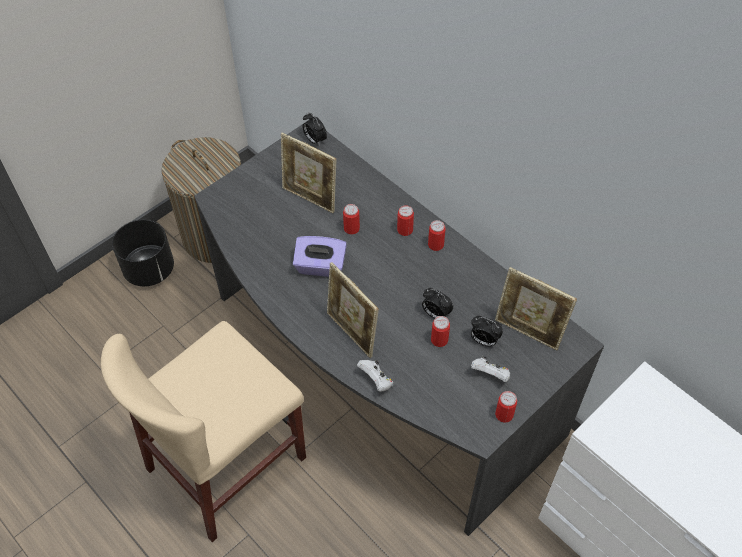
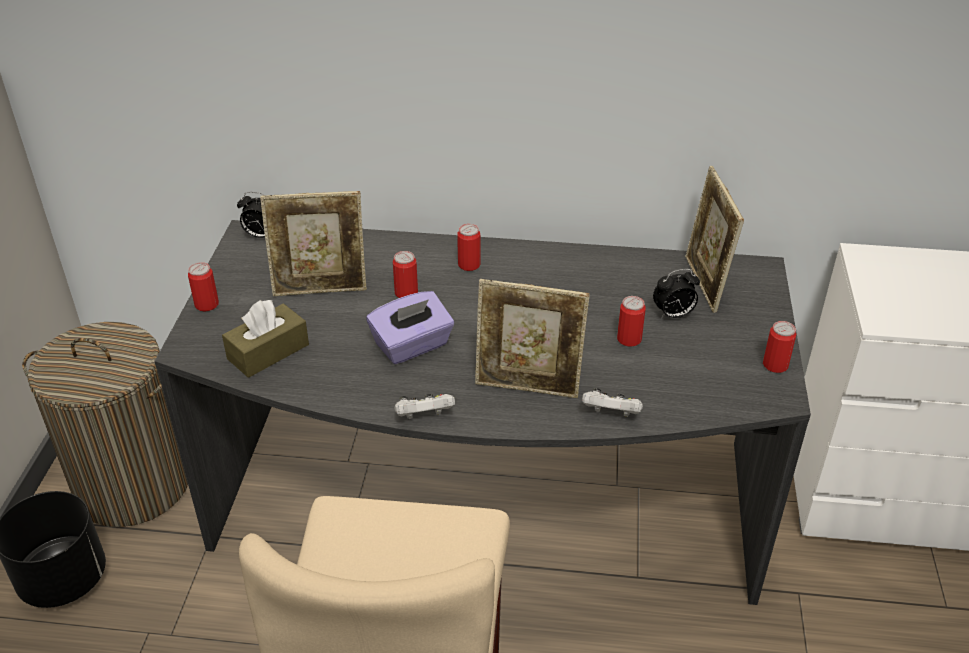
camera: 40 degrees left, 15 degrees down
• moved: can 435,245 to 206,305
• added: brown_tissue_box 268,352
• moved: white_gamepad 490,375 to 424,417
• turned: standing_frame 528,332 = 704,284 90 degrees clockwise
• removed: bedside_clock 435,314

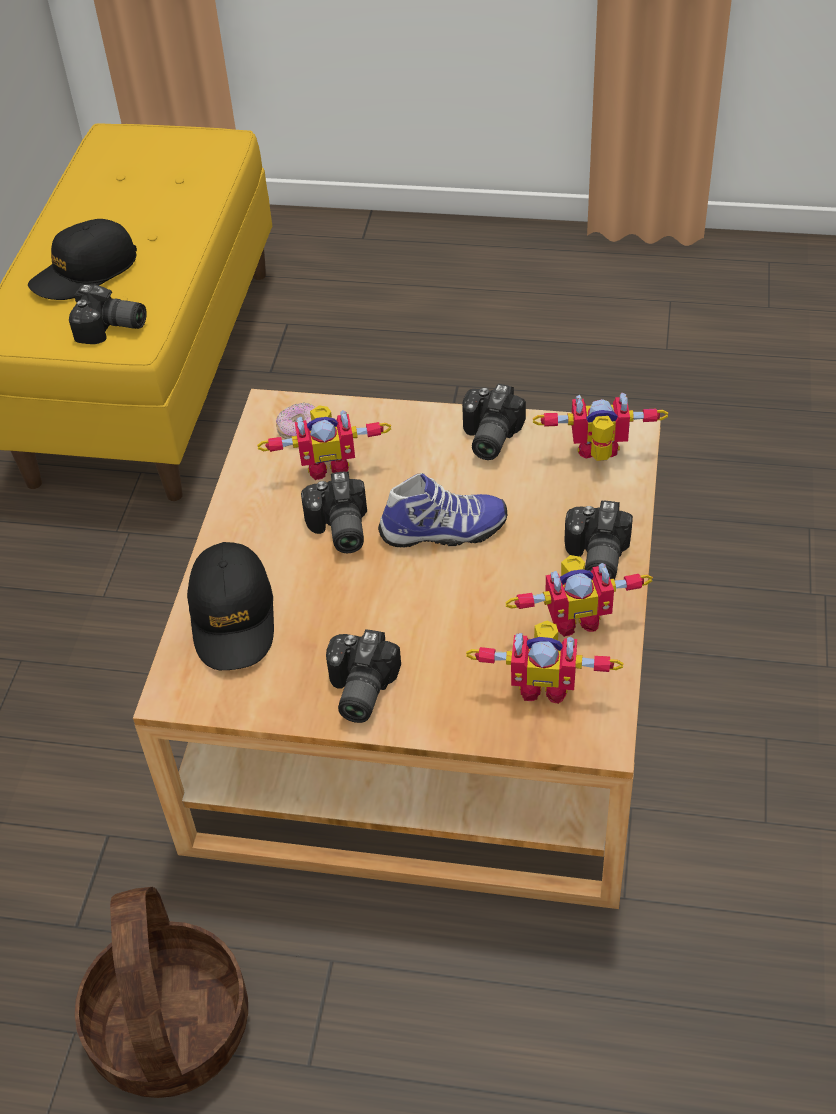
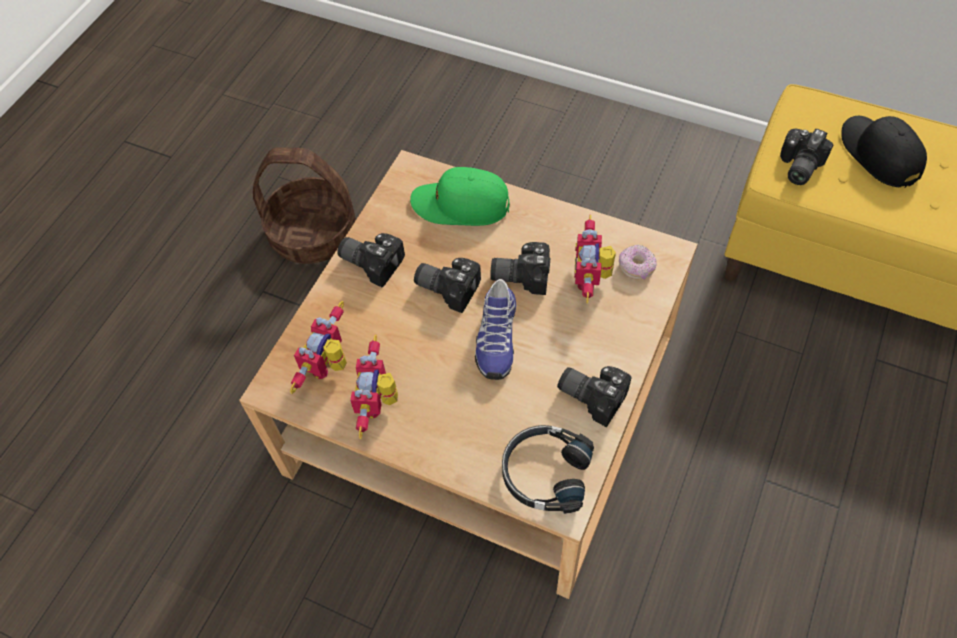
camera: 105 degrees right, 10 degrees up
• recoloured: blackish_peaked_cap 233,617 to greenish_peaked_cap 461,205
• moved: photo_camera 594,558 to 448,286
• replaced: toy_robot 599,456 to blackish_headphones 544,472

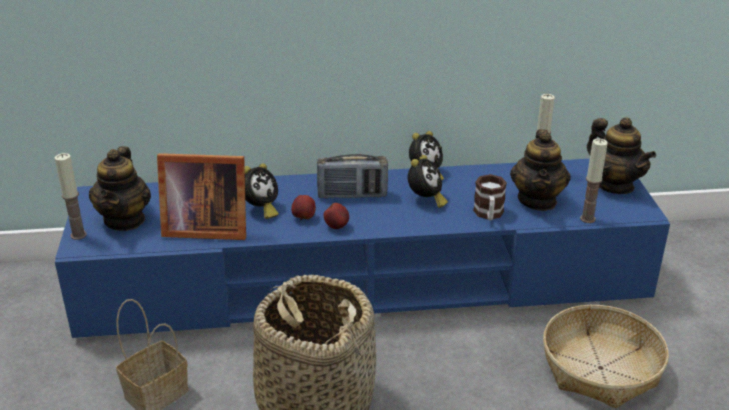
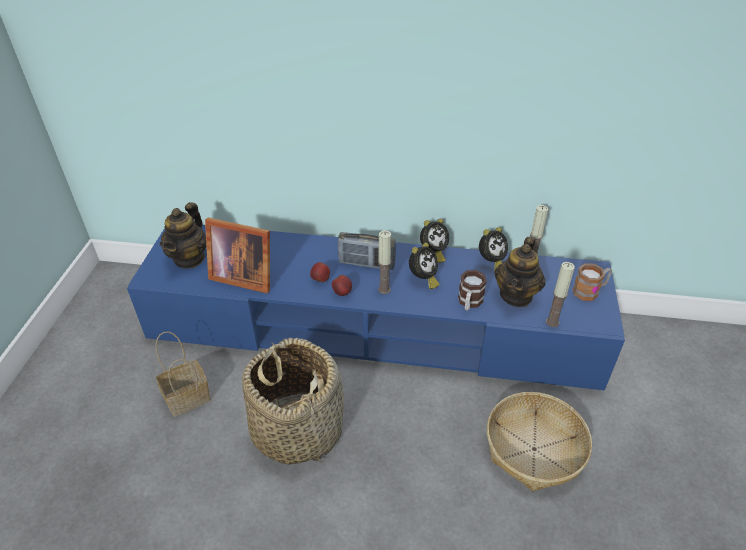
camera: 15 degrees right, 10 degrees up
• moved: wax_light 78,235 to 384,289
• moved: bedside_clock 261,209 to 491,262
• replaced: pot_for_tea 614,185 to tea_mug 590,291

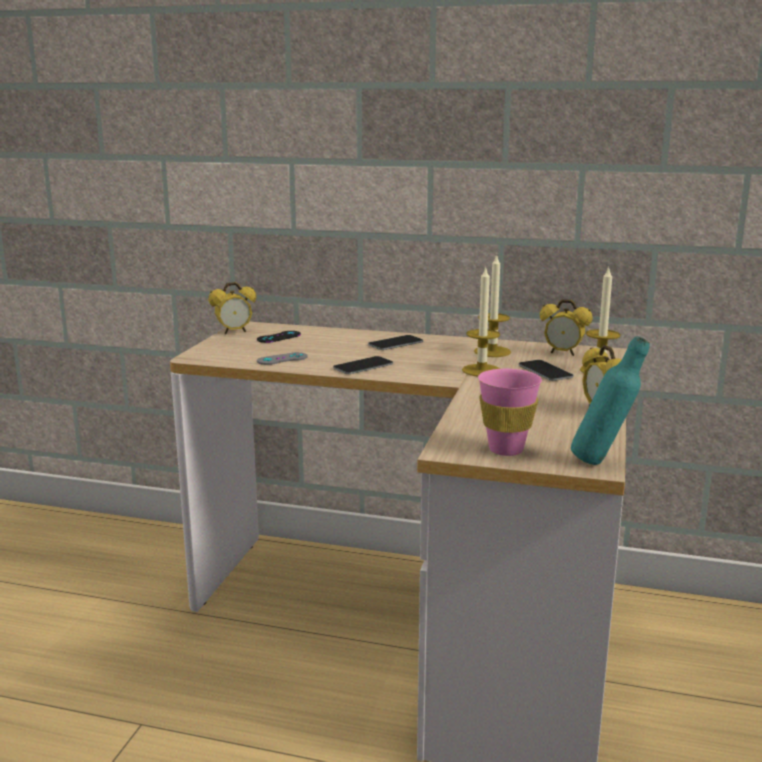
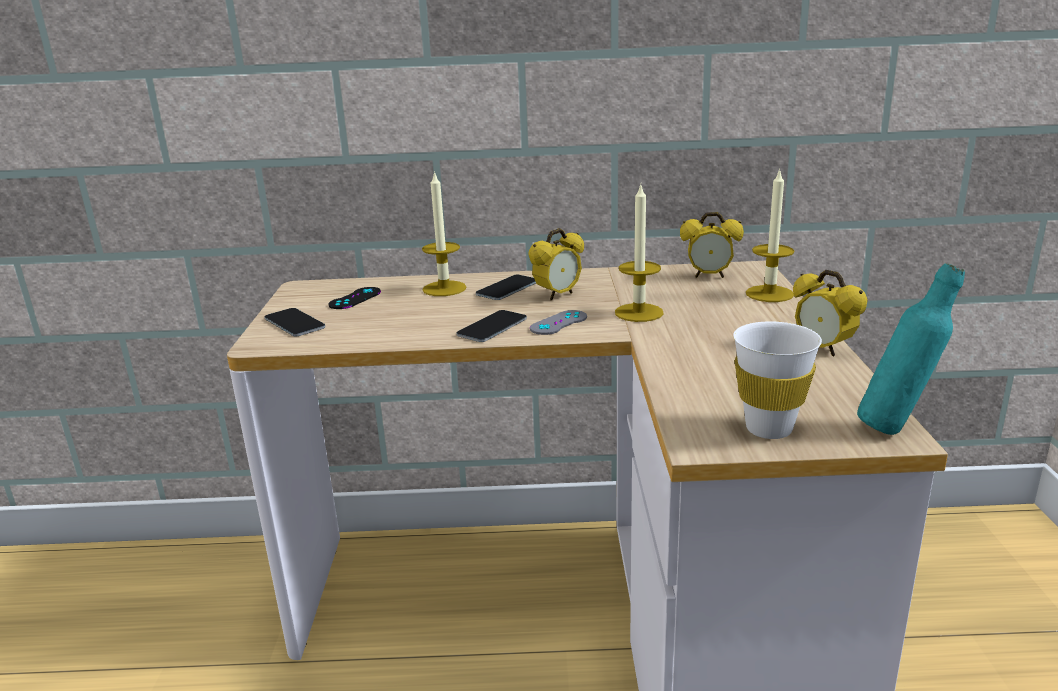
camera: 15 degrees left, 5 degrees up
• moved: handset 545,371 to 294,323
• moved: wax_light 492,351 to 444,288
• moved: bedside_clock 234,332 to 558,295
• moved: greyish_gamepad 282,359 to 559,323
• recoloured: pinkish_drinking_cup 506,449 to white_drinking_cup 769,429

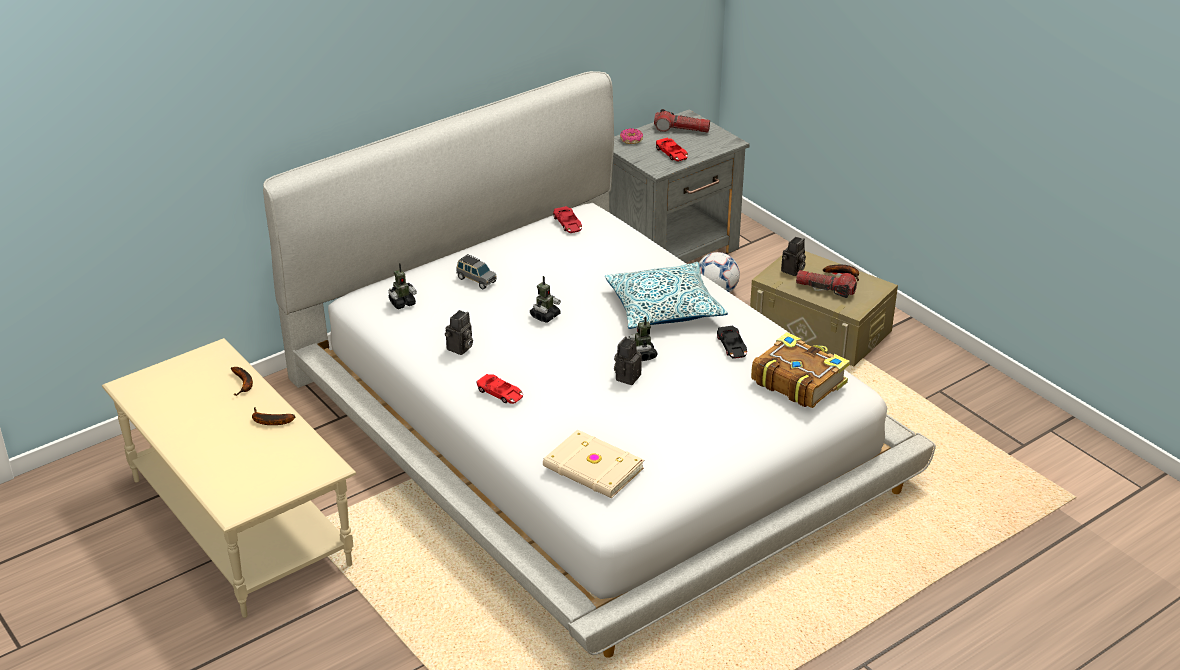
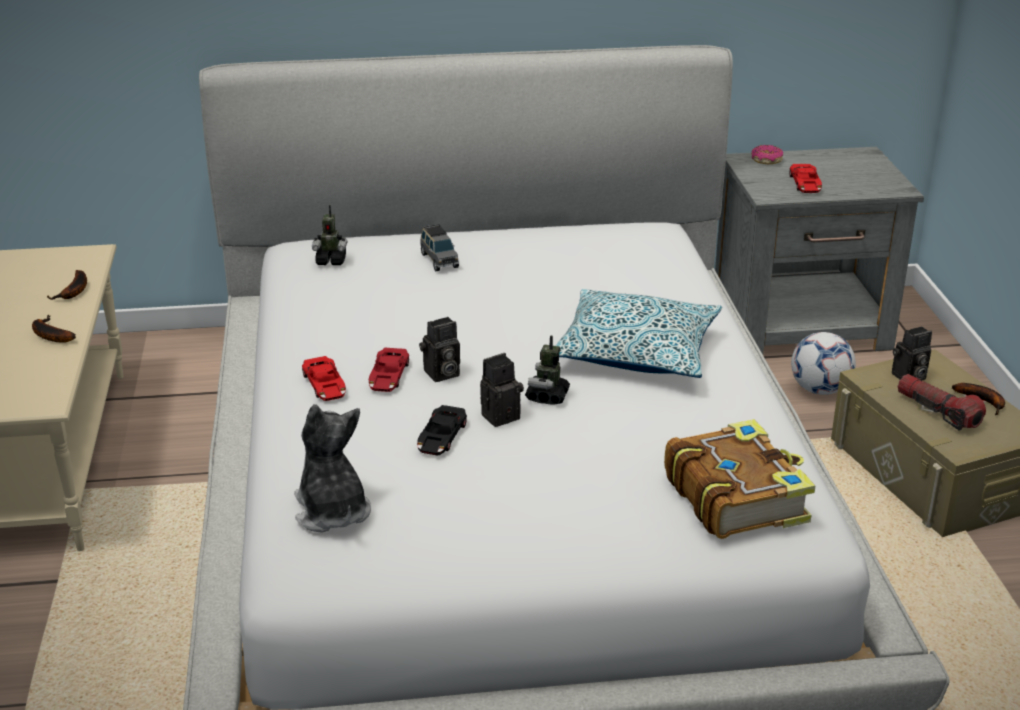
camera: 30 degrees right, 5 degrees down
• replaced: beige_book 593,469 to soft_toy 332,511
• moved: red-coloured_model_car 568,224 to 388,376
• moved: blackish_model_car 732,346 to 441,437
• moved: photo_camera 460,349 to 441,374
• removed: toy_robot 545,316
• removed: torch 681,129

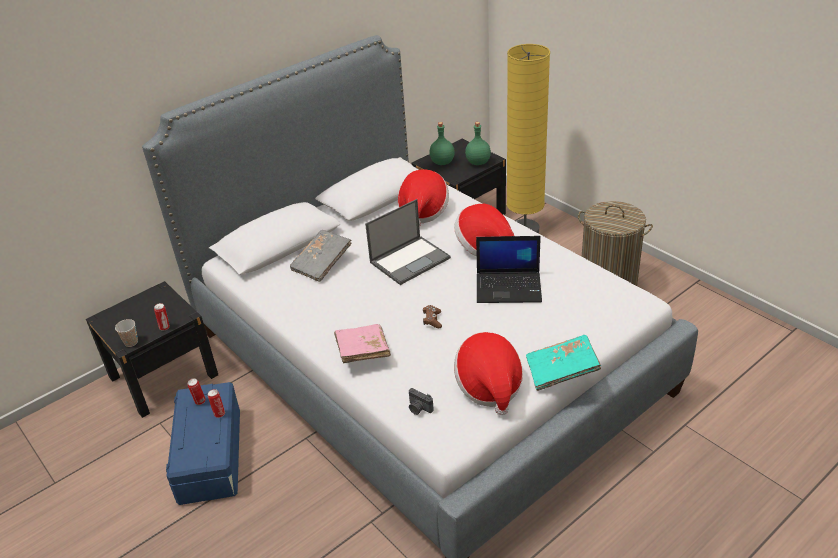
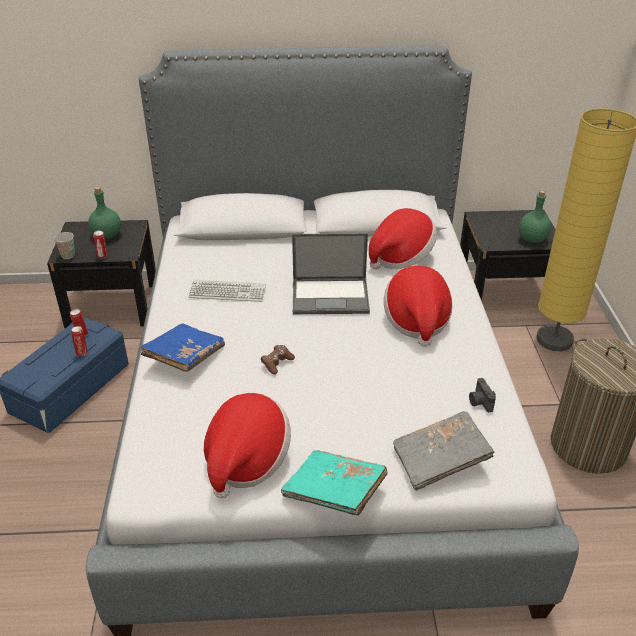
camera: 35 degrees right, 0 degrees up
• moved: greenish_drink_bottle 442,162 to 107,235
• recoloured: pinkish_book 362,352 to blue-coloured_book 184,357
• added: keyboard 227,292
• moved: greyish_book 322,263 to 440,460
• moved: photo_camera 419,408 to 479,402
• removed: notebook_computer 509,287

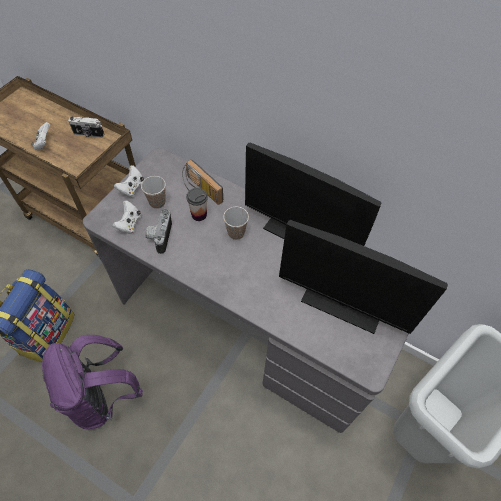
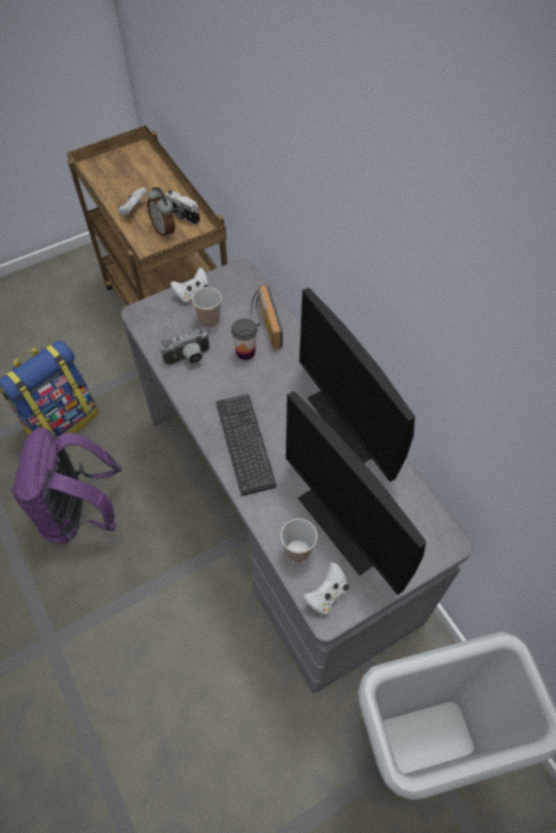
camera: 30 degrees right, 0 degrees up
• added: bedside_clock 165,230
• turned: photo_camera 159,236 = 189,358 150 degrees counterclockwise
• added: keyboard 245,443
• moved: drinking_cup 236,233 to 298,551
• moved: white_gamepad 129,224 to 326,595

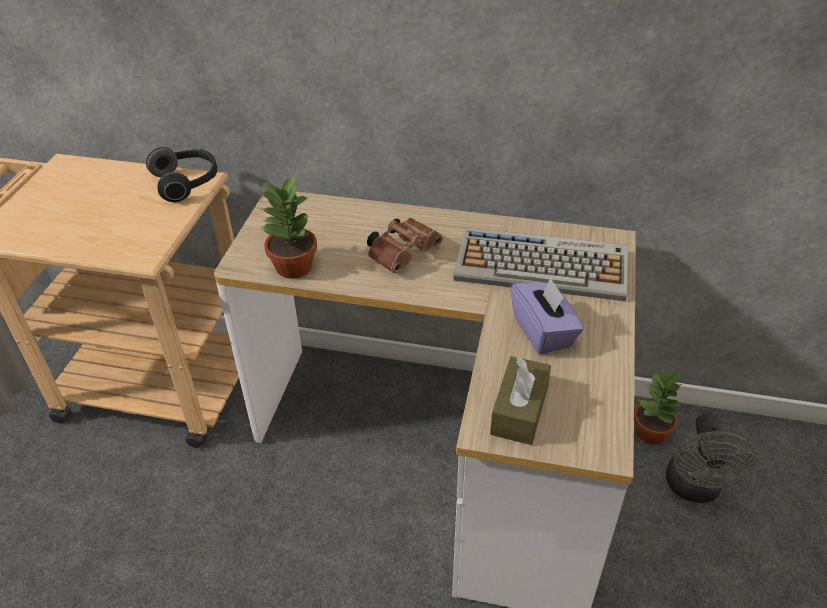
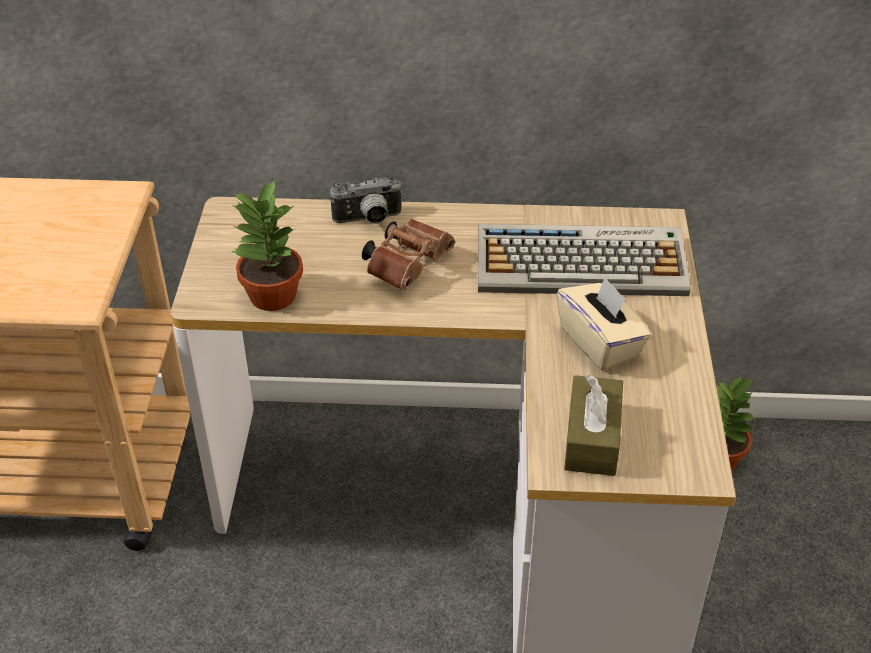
camera: 10 degrees left, 0 degrees up
• added: photo_camera 368,220
• recoloured: purple_tissue_box 543,331 to beige_tissue_box 600,343
• removed: headphones 187,183
• removed: greyish_cooling_fan 694,489

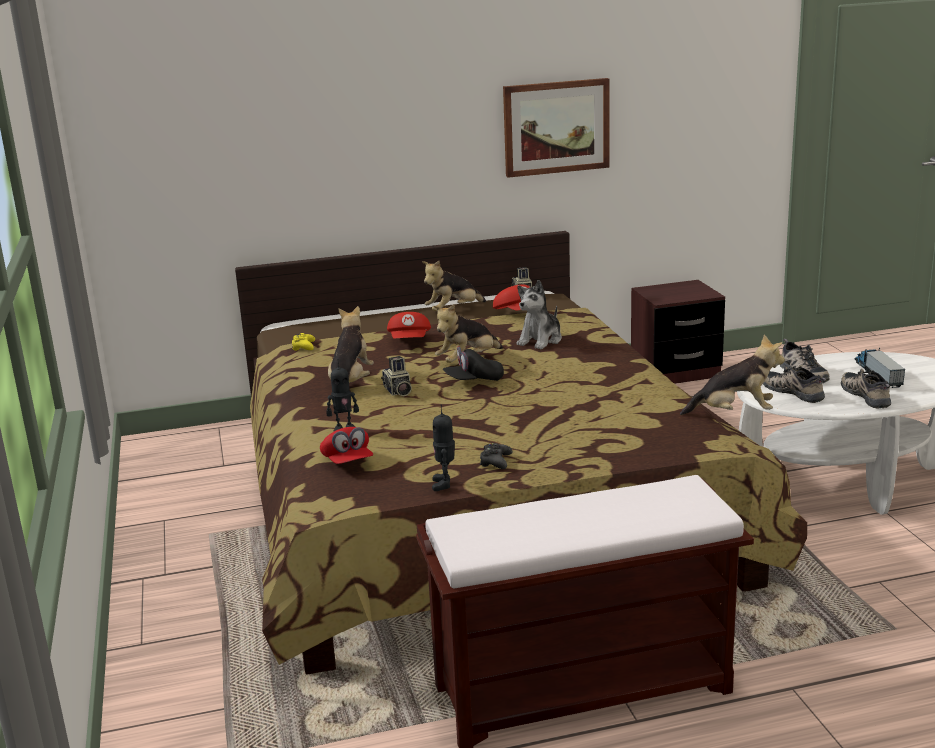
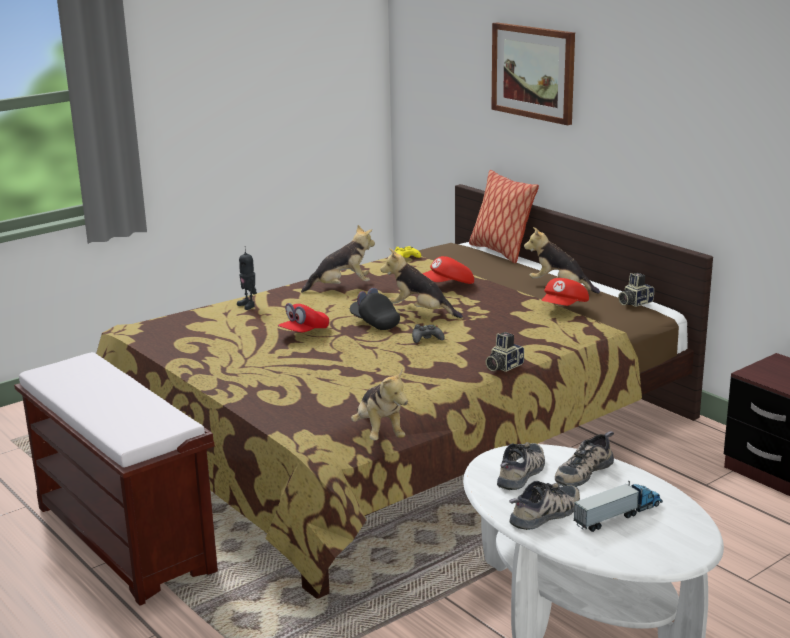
camera: 65 degrees right, 0 degrees up
• moved: red-coloured_peaked_cap 347,462 to 304,332
• moved: blackish_gamepad 495,461 to 426,338
• added: pillow 500,252
• moved: photo_camera 397,391 to 503,366
• moved: wall_art 556,127 to 533,72
• removed: toy_robot 444,484
• removed: soft_toy 540,340

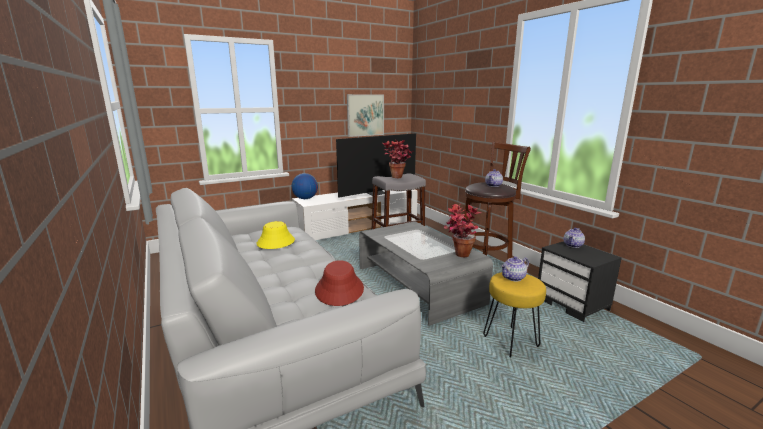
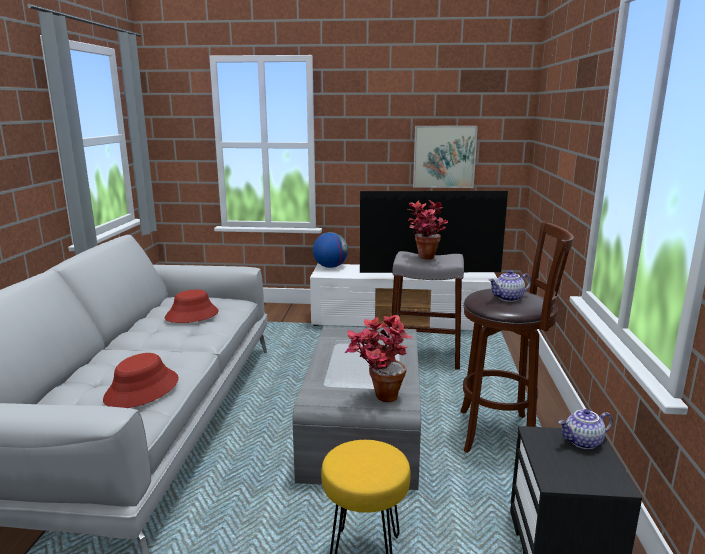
camera: 35 degrees right, 0 degrees up
• recoloured: yellow-coloured_hat 275,242 to red-coloured_hat 192,315
• removed: pot_for_tea 513,278

